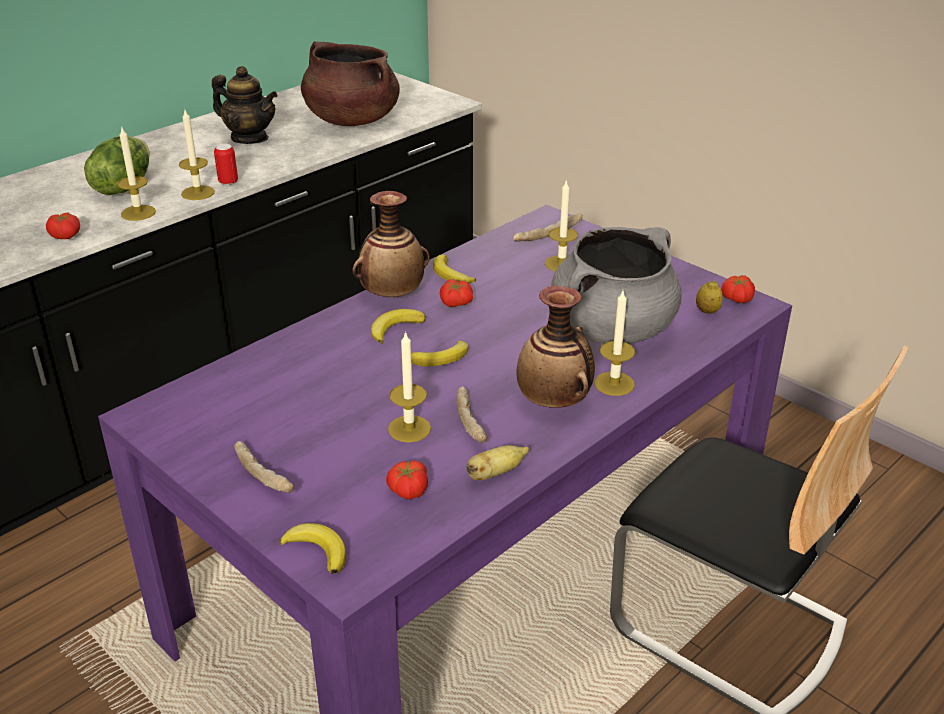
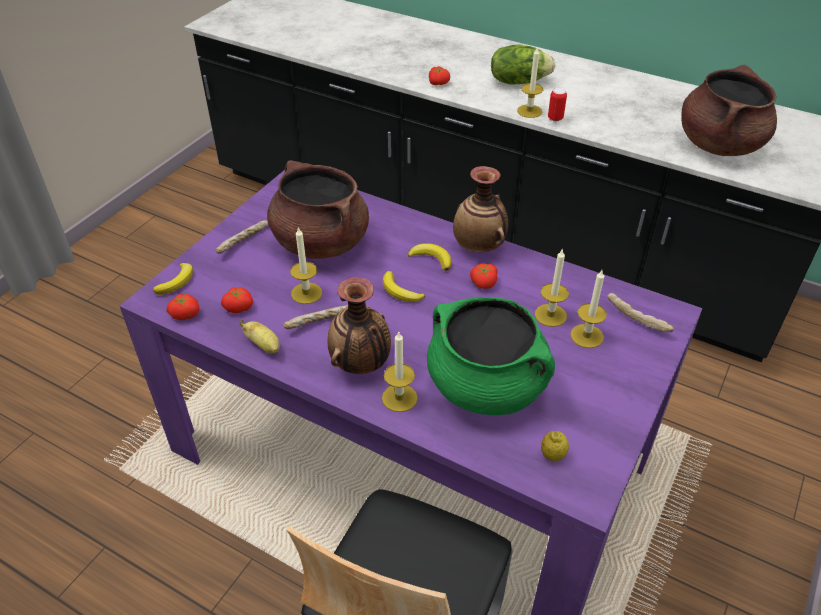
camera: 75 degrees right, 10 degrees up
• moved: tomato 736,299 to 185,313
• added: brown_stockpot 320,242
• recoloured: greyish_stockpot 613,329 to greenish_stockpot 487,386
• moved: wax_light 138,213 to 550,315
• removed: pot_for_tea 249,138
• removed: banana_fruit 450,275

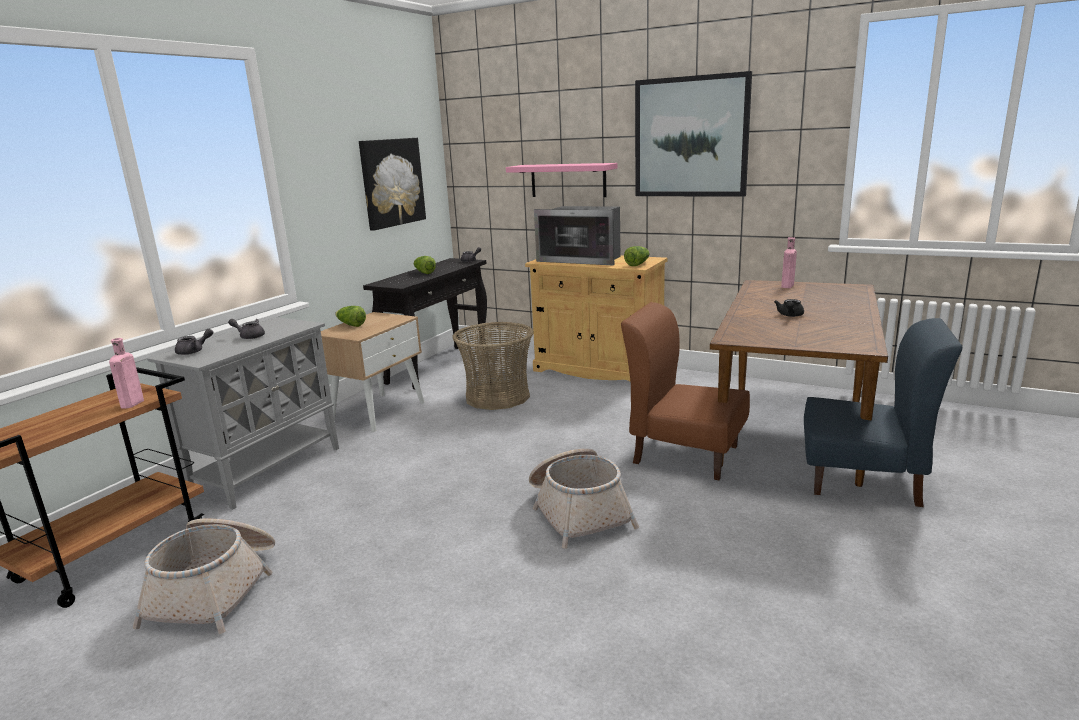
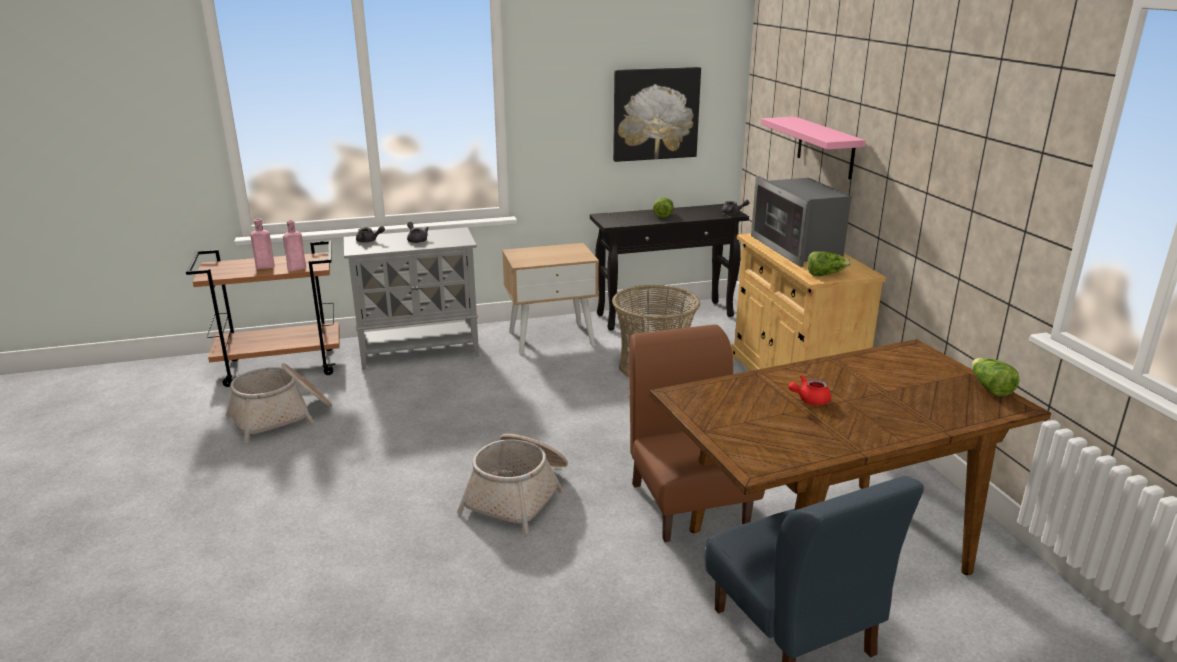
camera: 45 degrees right, 5 degrees up
• moved: pinkish_drink_bottle 787,286 to 263,267
• recoloured: blackish_pot_for_tea 789,315 to red-coloured_pot_for_tea 809,400
• moved: lettuce_head 351,325 to 989,388
• removed: wall_art 690,137

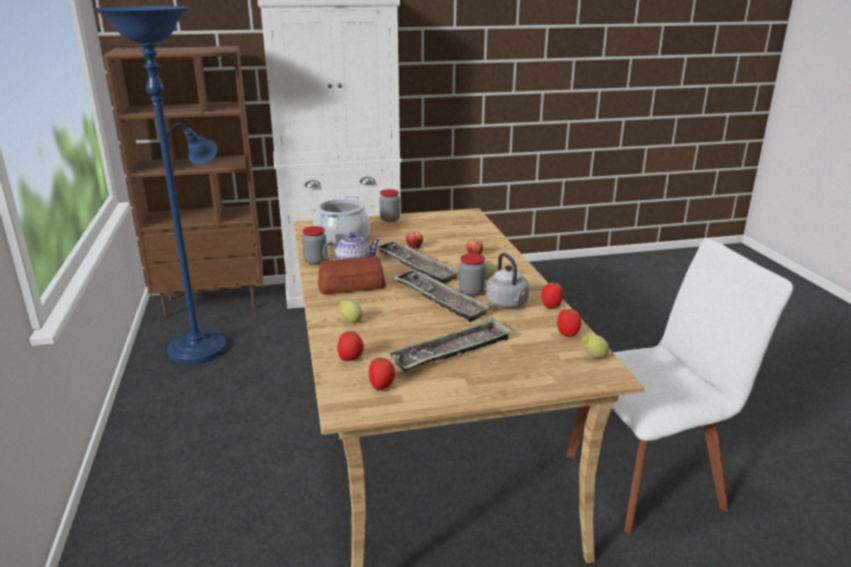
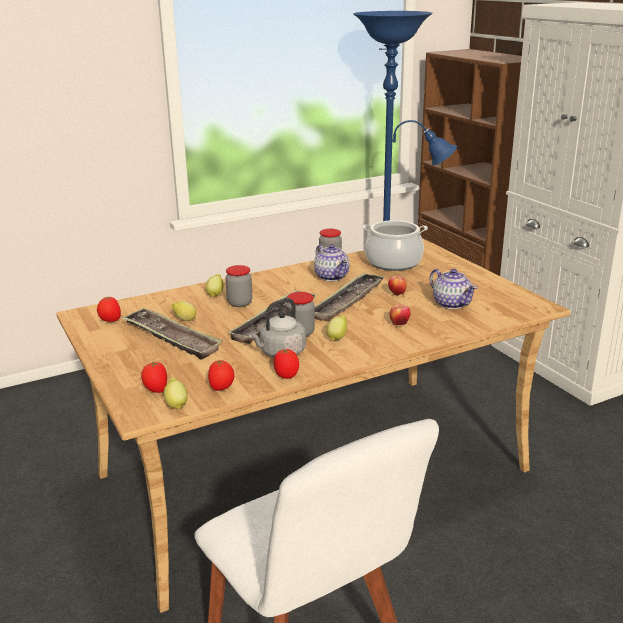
camera: 75 degrees right, 0 degrees up
• moved: tomato 351,359 to 156,390
• added: whole_lemon 184,320
• moved: preserve_jar 390,219 to 239,303
• added: pot_for_tea 451,303
• removed: baked_bread 351,285

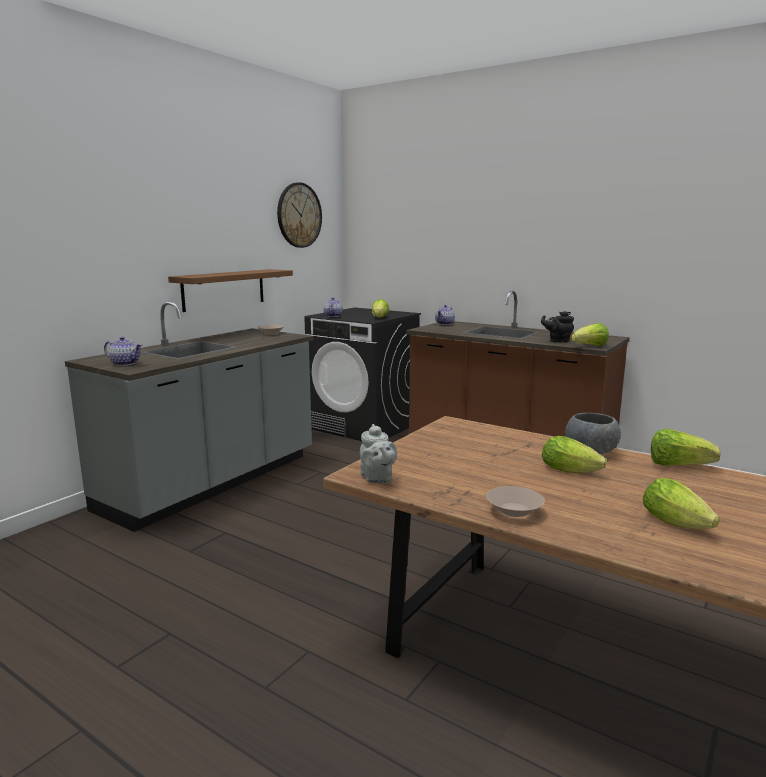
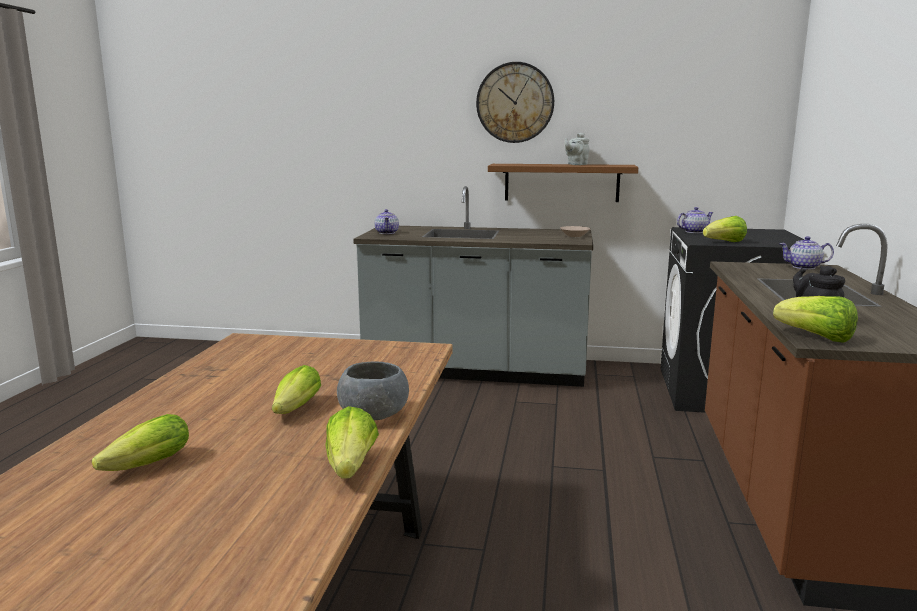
camera: 65 degrees right, 0 degrees up
• moved: hanging_clock 299,215 to 515,102
• moved: greyish_pot_for_tea 377,479 to 576,164
• removed: beige_serving_bowl 514,512

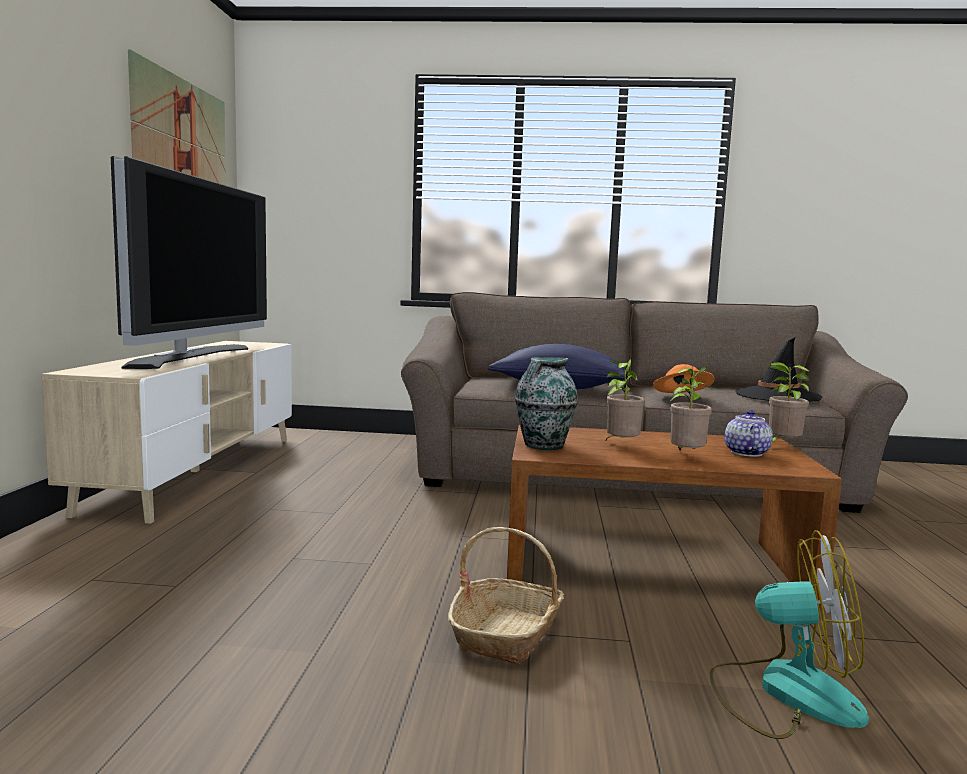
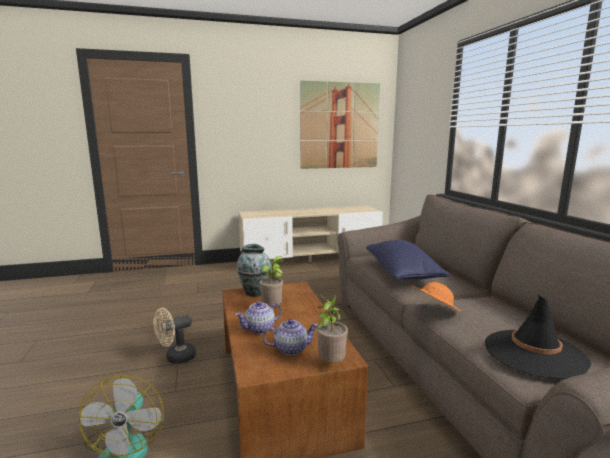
camera: 70 degrees right, 5 degrees up
• replaced: basket 507,633 to beige_cooling_fan 176,358
• replaced: plant_in_a_pot 686,457 to pot_for_tea 260,329
• removed: TV_set 192,356

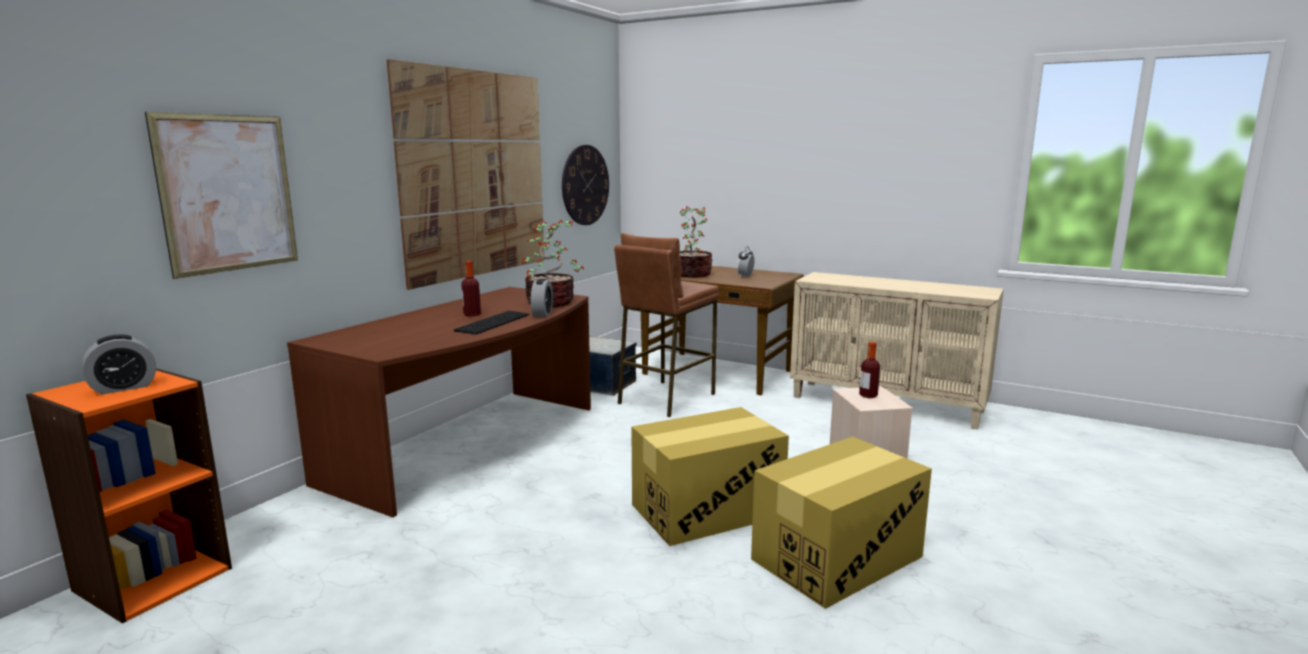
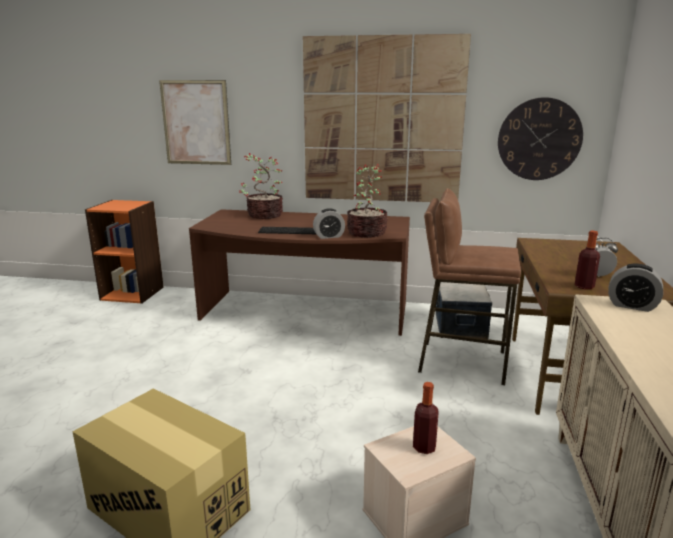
camera: 70 degrees right, 5 degrees up
• moved: plant_in_a_pot 692,275 to 264,215
• moved: drink_bottle 472,314 to 584,286
• moved: bedside_clock 123,388 to 632,306
• removed: packing_box 706,510

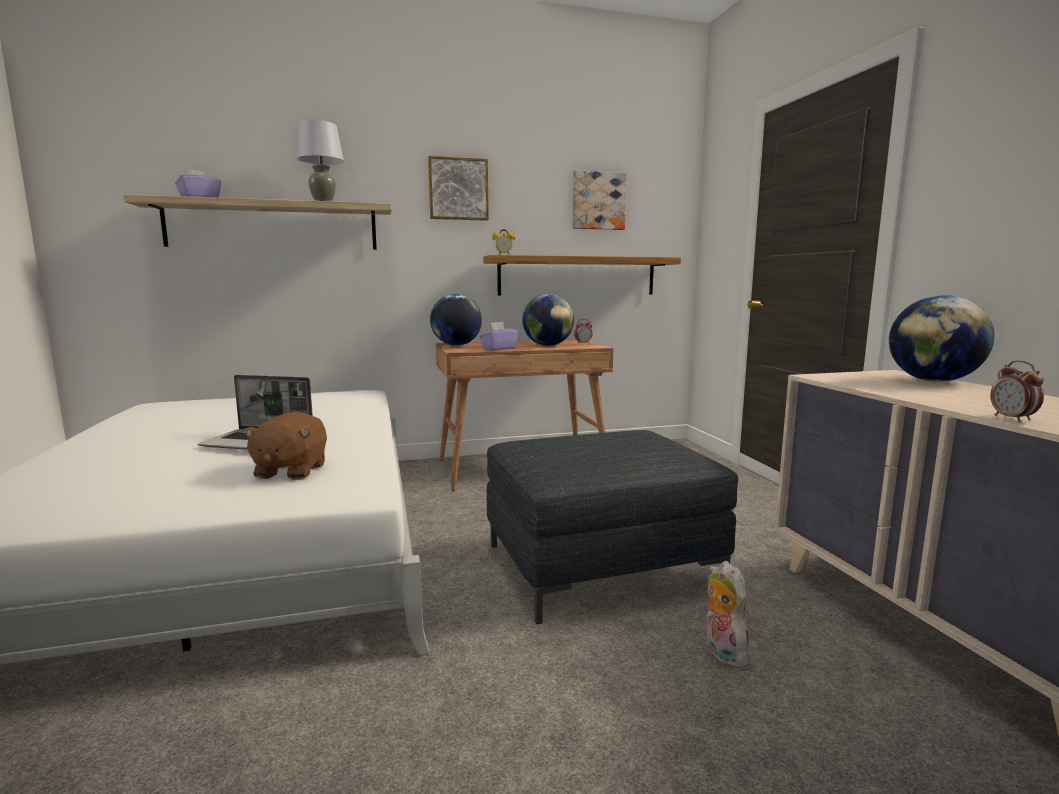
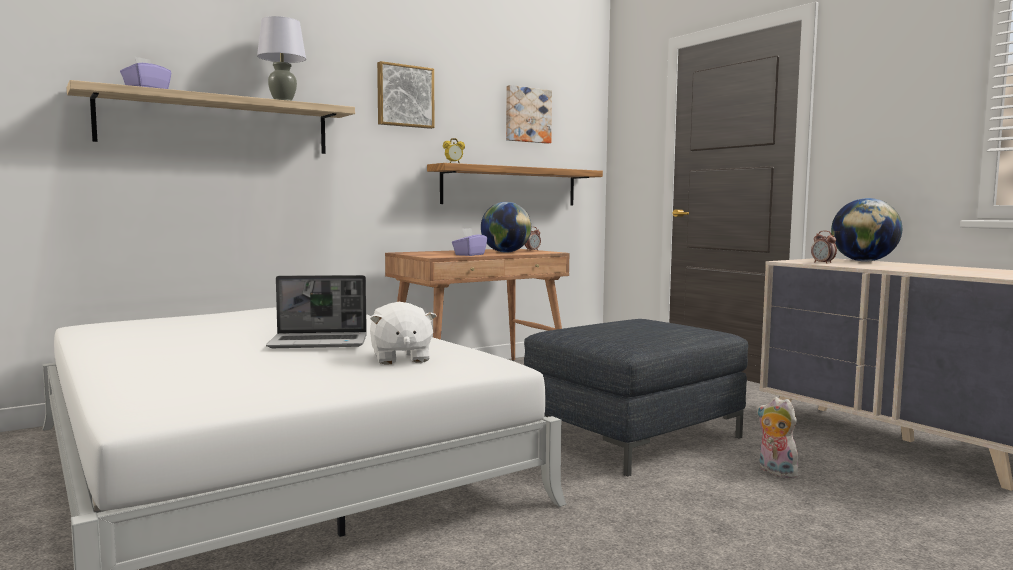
camera: 20 degrees left, 5 degrees down
• recoloured: brown_soft_toy 290,471 to white_soft_toy 400,358
• moved: bedside_clock 1012,419 to 823,263
• removed: globe 456,345

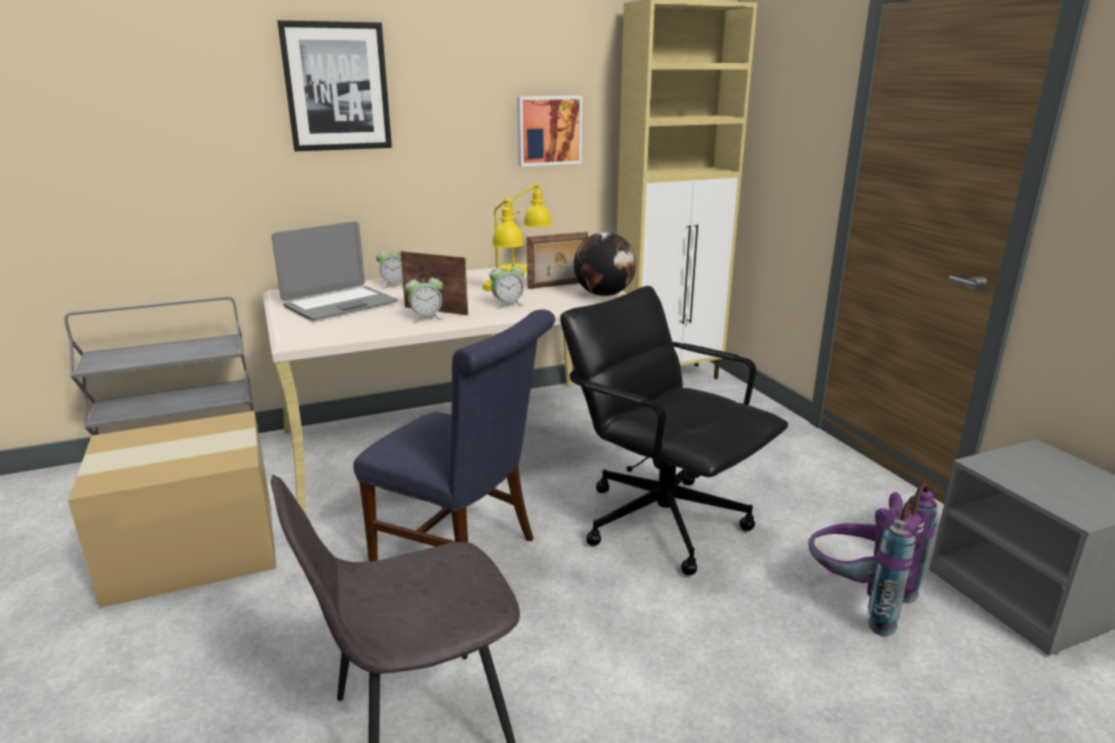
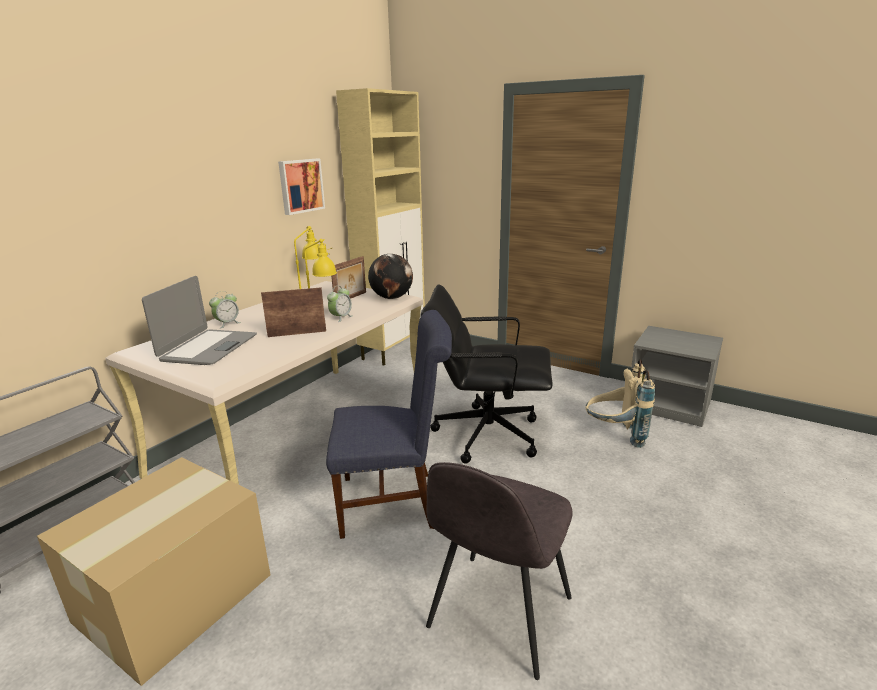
camera: 35 degrees left, 0 degrees up
• recoloured: purple_backpack 857,601 to beige_backpack 615,435
• removed: wall_art 337,87
• removed: bedside_clock 426,318

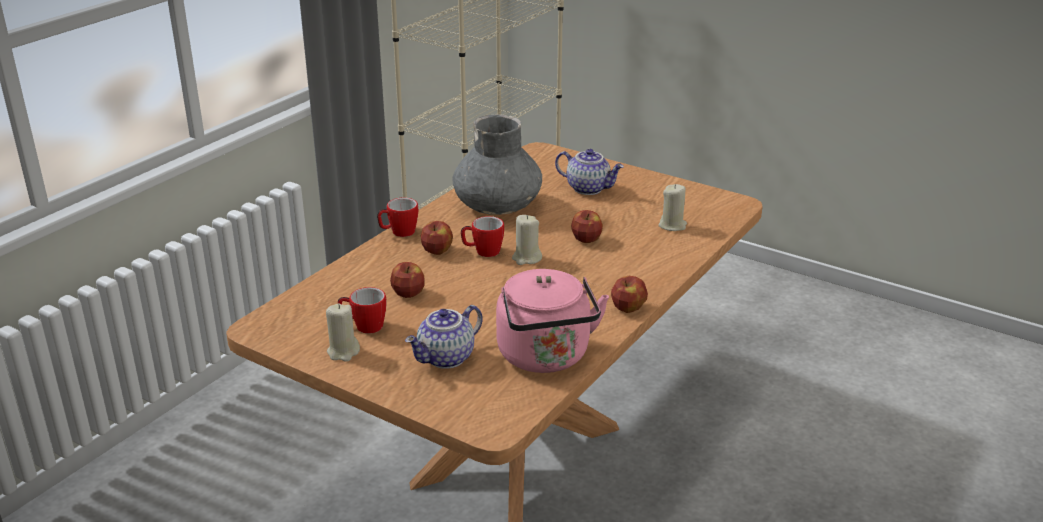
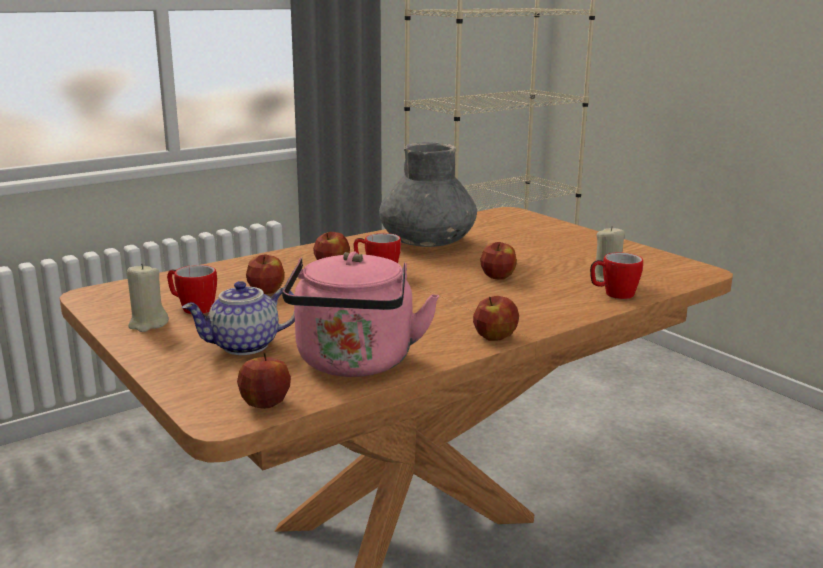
camera: 20 degrees right, 10 degrees down
• added: apple 264,403
• moved: tea_mug 398,233 to 613,294
• removed: beige_wax_light 526,258
• removed: pot_for_tea 589,188

